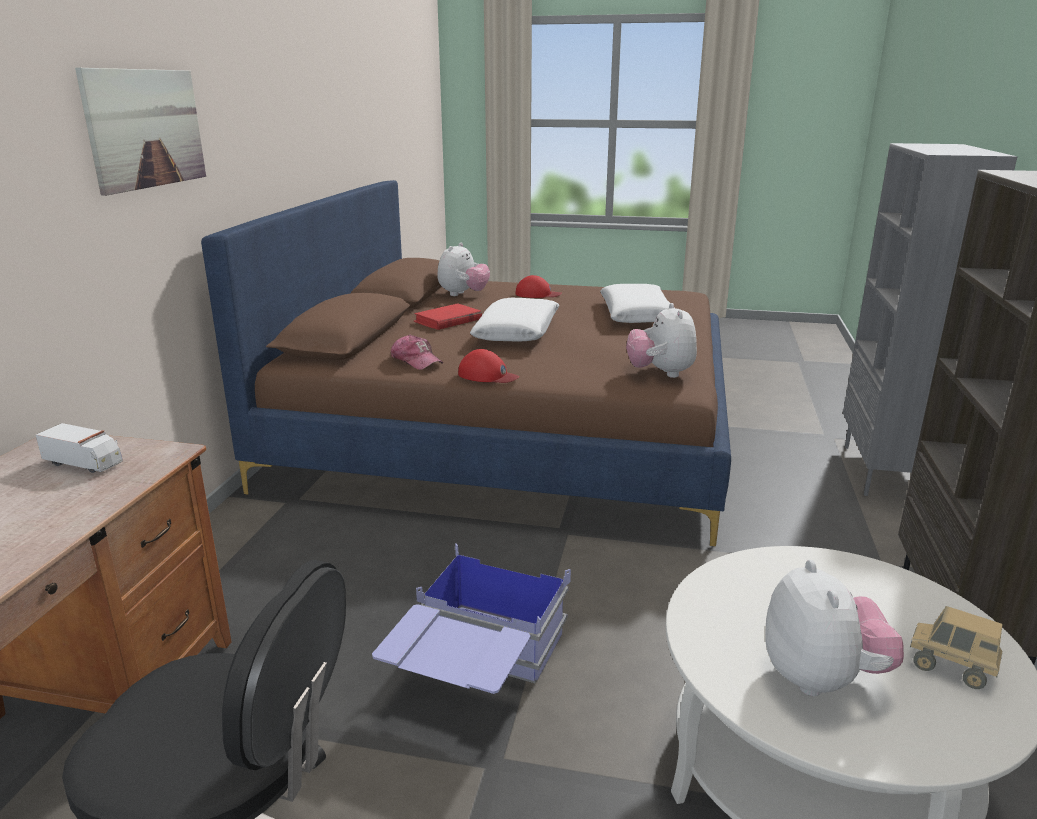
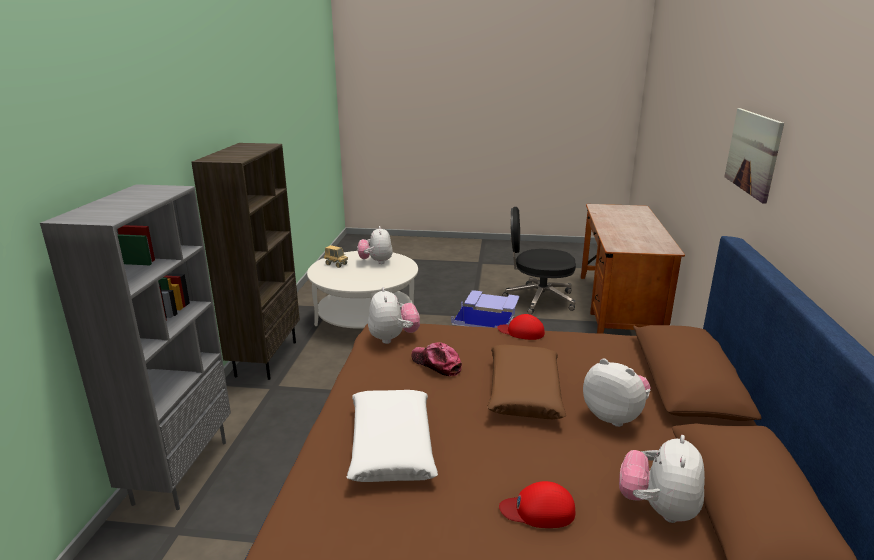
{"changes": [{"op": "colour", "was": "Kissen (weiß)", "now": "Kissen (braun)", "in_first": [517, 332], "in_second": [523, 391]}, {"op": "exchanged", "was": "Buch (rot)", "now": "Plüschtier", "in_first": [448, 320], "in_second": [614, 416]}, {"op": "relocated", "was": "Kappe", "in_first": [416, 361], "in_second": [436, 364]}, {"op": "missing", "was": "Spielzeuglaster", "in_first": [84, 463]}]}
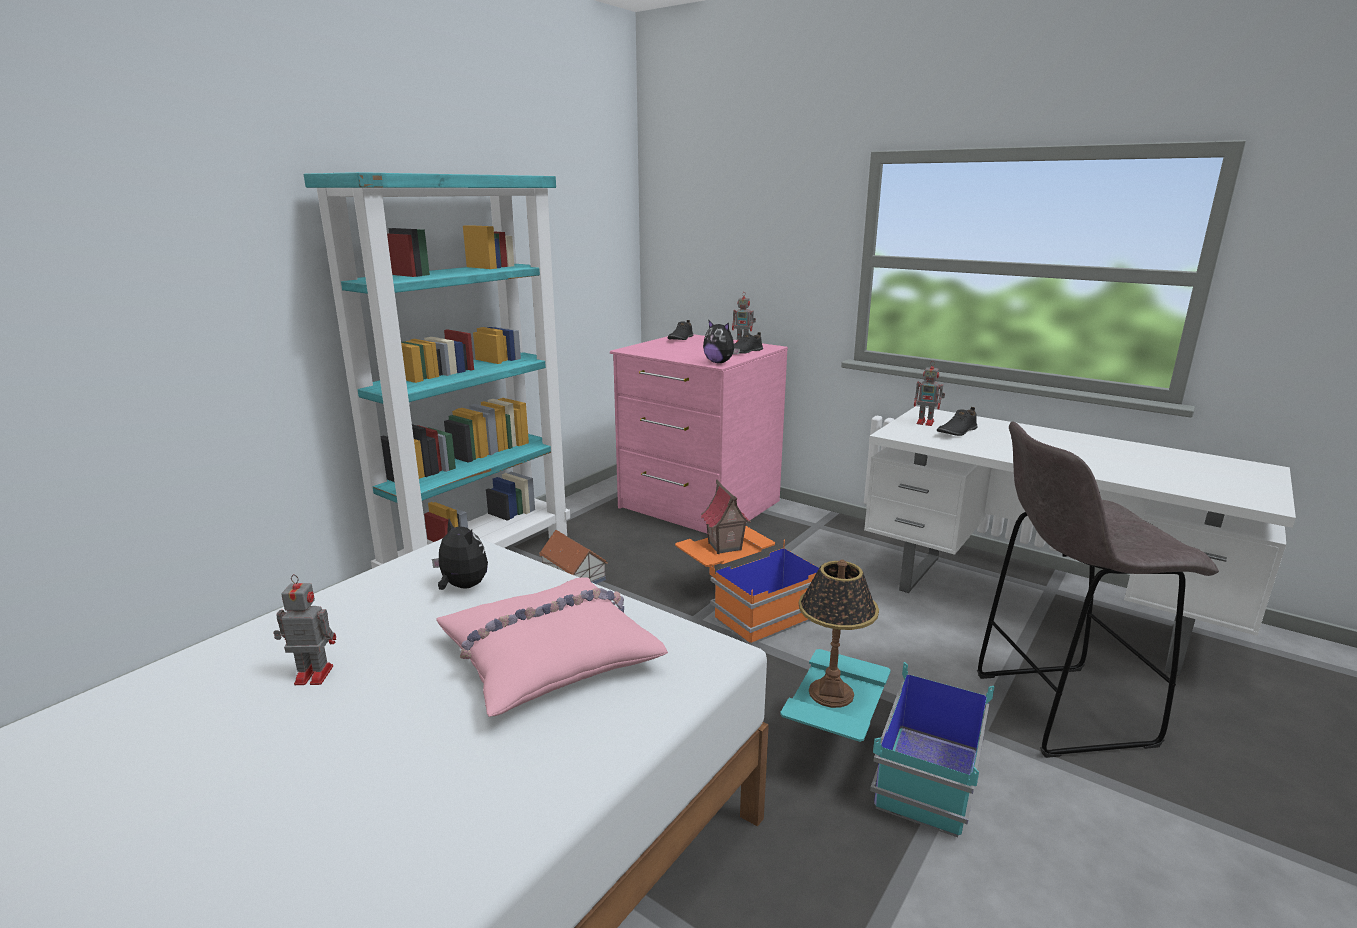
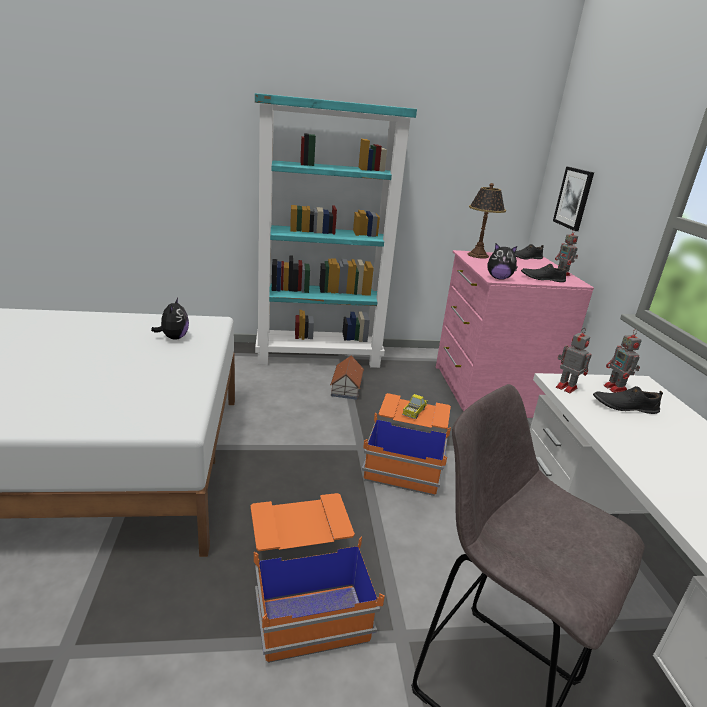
{"changes": [{"op": "spun", "was": "Plüschtier", "in_first": [719, 362], "in_second": [499, 278], "clockwise": -75}, {"op": "exchanged", "was": "Spielzeughaus", "now": "Spielzeuglaster", "in_first": [724, 546], "in_second": [414, 412]}, {"op": "relocated", "was": "Tischlampe", "in_first": [830, 692], "in_second": [478, 255]}, {"op": "relocated", "was": "Spielzeugroboter", "in_first": [312, 675], "in_second": [565, 387]}, {"op": "missing", "was": "Kissen (rosa)", "in_first": [549, 655]}, {"op": "colour", "was": "Aufbewahrungsbox (türkis)", "now": "Aufbewahrungsbox (orange)", "in_first": [880, 765], "in_second": [306, 591]}, {"op": "appeared", "now": "Bild", "in_second": [574, 198]}]}
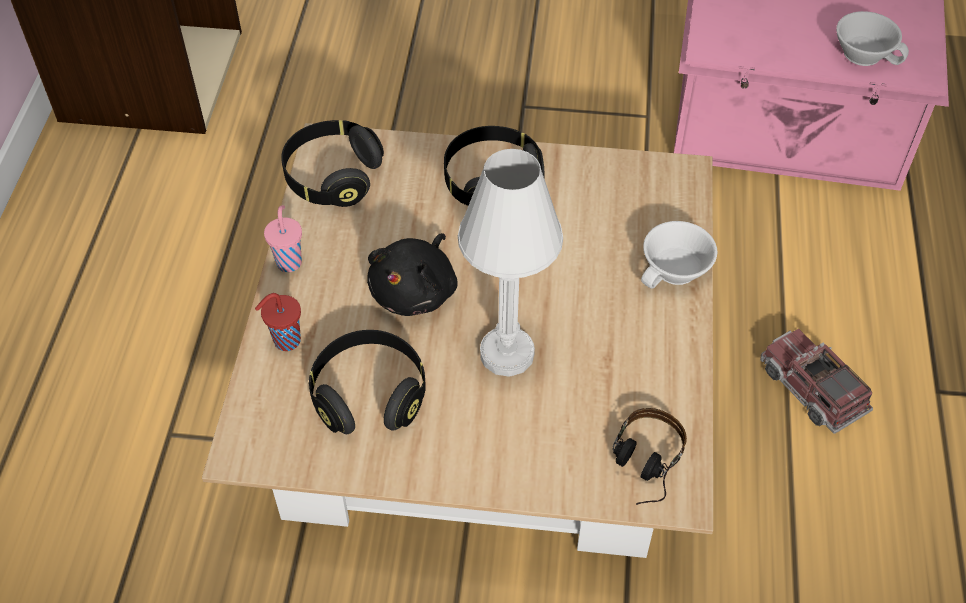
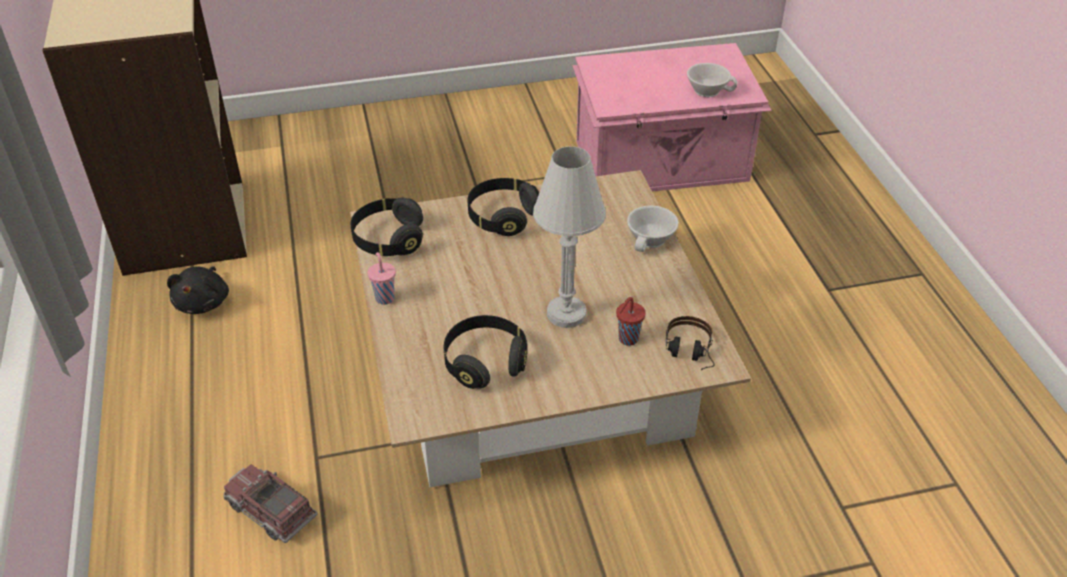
{"changes": [{"op": "relocated", "was": "Plüschtier (schwarz)", "in_first": [416, 291], "in_second": [204, 302]}, {"op": "relocated", "was": "Tasse (rot)", "in_first": [285, 341], "in_second": [627, 339]}, {"op": "relocated", "was": "Spielzeuglaster", "in_first": [811, 389], "in_second": [271, 511]}]}
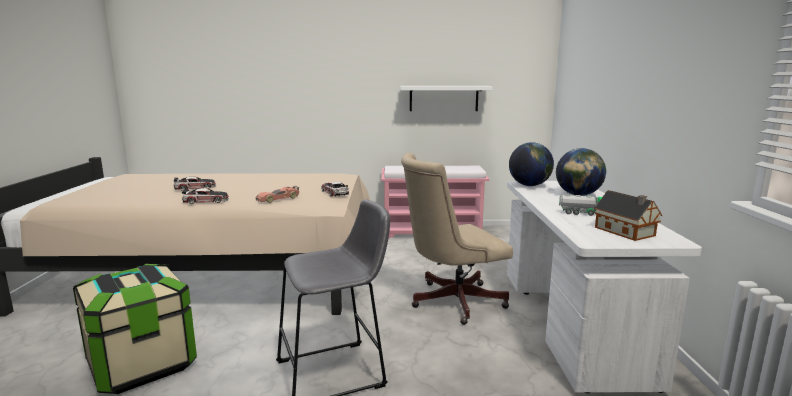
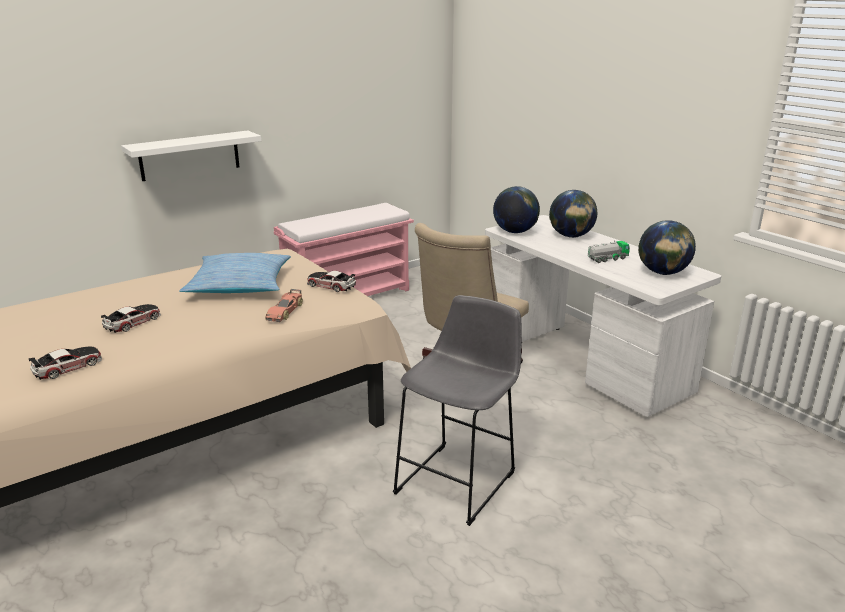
{"changes": [{"op": "relocated", "was": "Wandregal (weiß)", "in_first": [443, 98], "in_second": [189, 155]}, {"op": "relocated", "was": "Spielzeugauto", "in_first": [206, 201], "in_second": [68, 367]}, {"op": "exchanged", "was": "Spielzeughaus", "now": "Globus", "in_first": [626, 232], "in_second": [663, 273]}, {"op": "missing", "was": "Aufbewahrungsbox", "in_first": [142, 364]}, {"op": "appeared", "now": "Kissen", "in_second": [239, 285]}]}
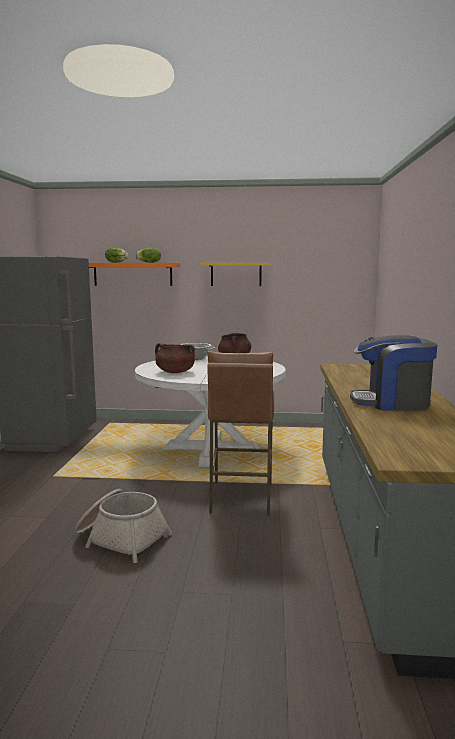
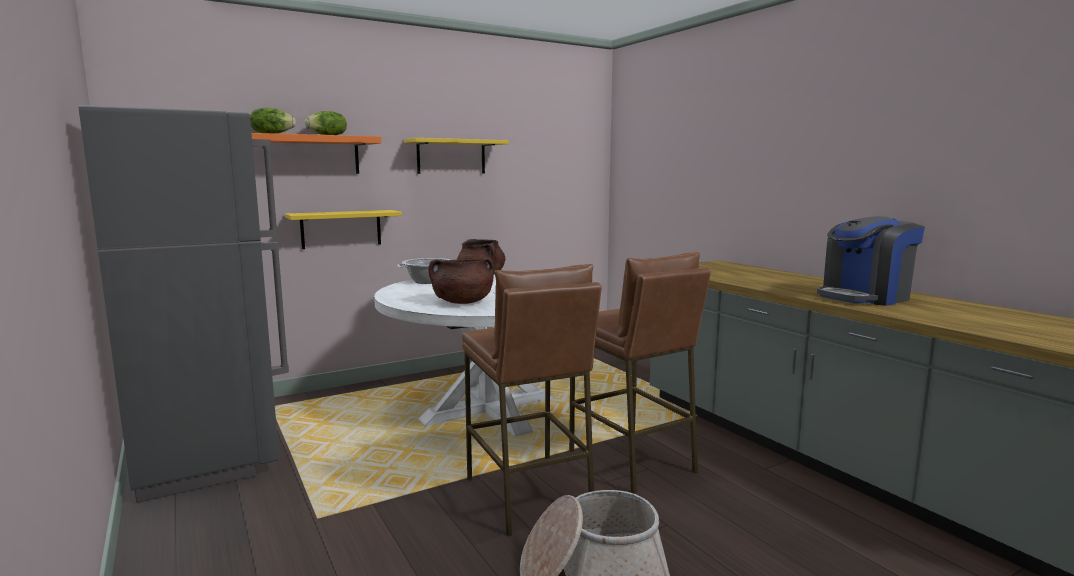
{"changes": [{"op": "appeared", "now": "Wandregal (gelb)", "in_second": [341, 229]}, {"op": "appeared", "now": "Hocker (braun)", "in_second": [528, 496]}]}
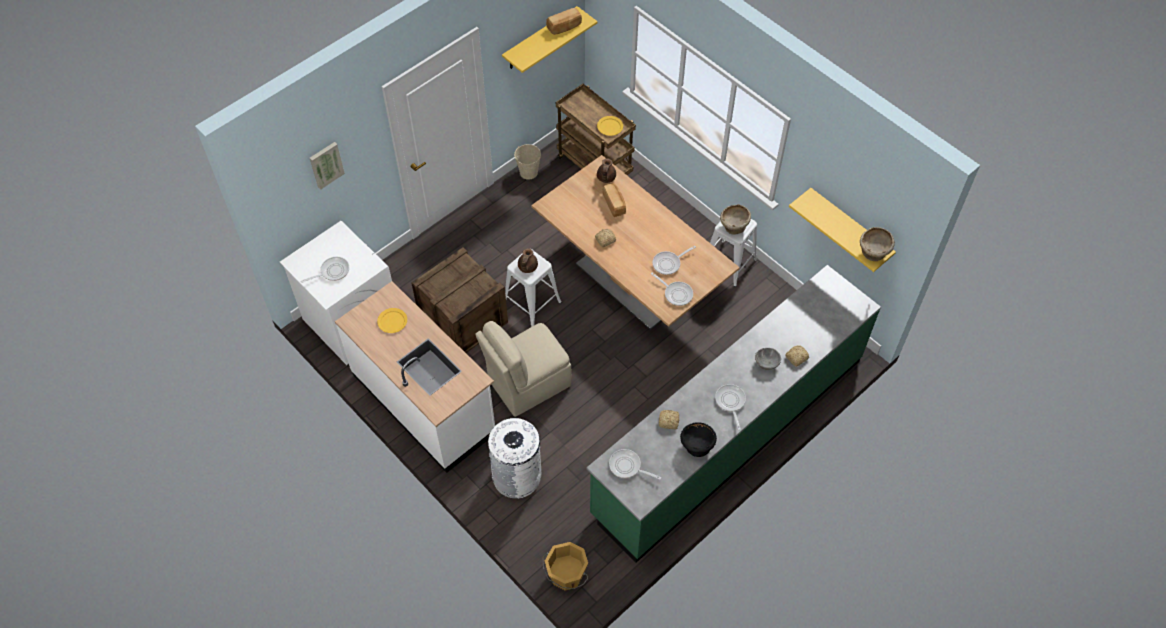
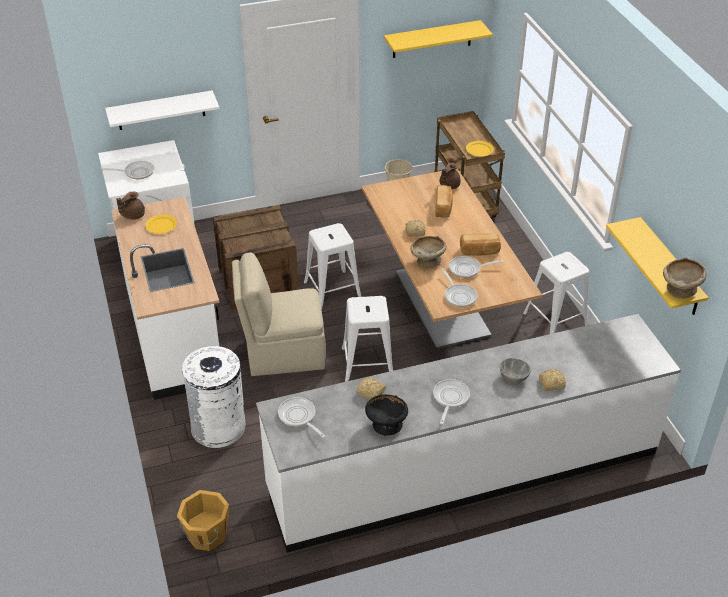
{"changes": [{"op": "relocated", "was": "Brot", "in_first": [564, 27], "in_second": [479, 251]}, {"op": "missing", "was": "Bild", "in_first": [326, 164]}, {"op": "relocated", "was": "Schüssel (beige)", "in_first": [733, 227], "in_second": [427, 262]}, {"op": "relocated", "was": "Teekanne (braun)", "in_first": [527, 267], "in_second": [132, 215]}, {"op": "colour", "was": "Küchenzeile (grün)", "now": "Küchenzeile (weiß)", "in_first": [728, 435], "in_second": [463, 470]}, {"op": "appeared", "now": "Wandregal (weiß)", "in_second": [161, 110]}, {"op": "appeared", "now": "Hocker (weiß)", "in_second": [367, 363]}]}
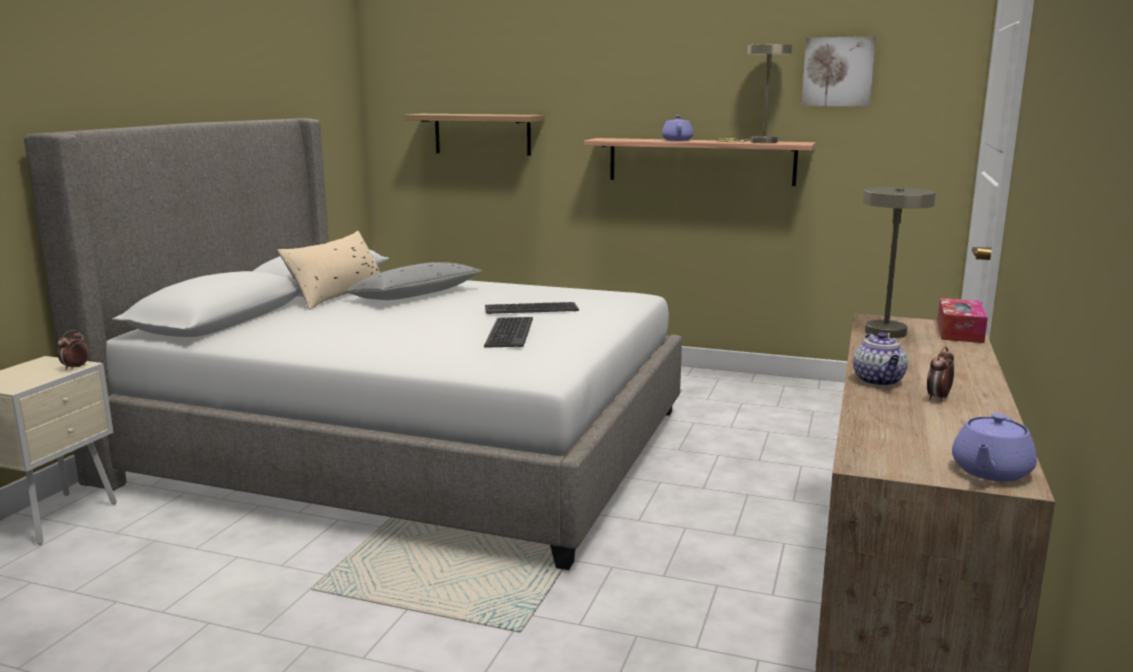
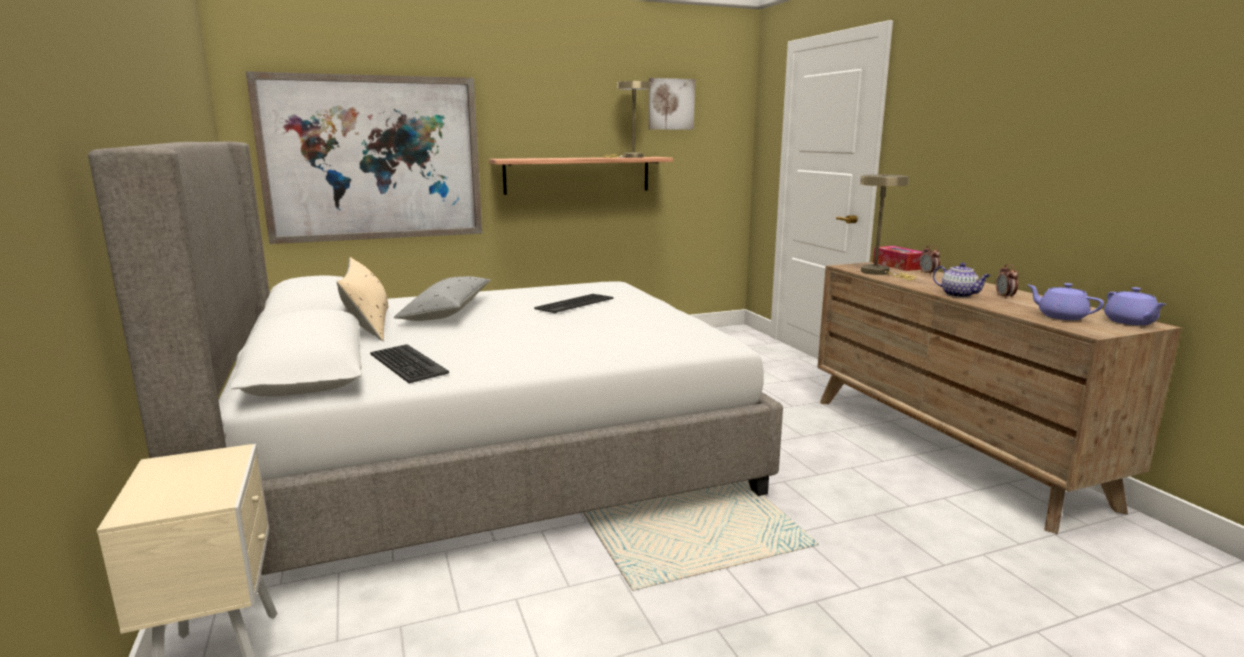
{"changes": [{"op": "exchanged", "was": "Wandregal", "now": "Bild", "in_first": [482, 134], "in_second": [373, 158]}, {"op": "relocated", "was": "Teekanne (lila)", "in_first": [677, 140], "in_second": [1060, 316]}, {"op": "relocated", "was": "Tastatur", "in_first": [508, 333], "in_second": [407, 364]}, {"op": "relocated", "was": "Wecker", "in_first": [75, 368], "in_second": [928, 273]}]}
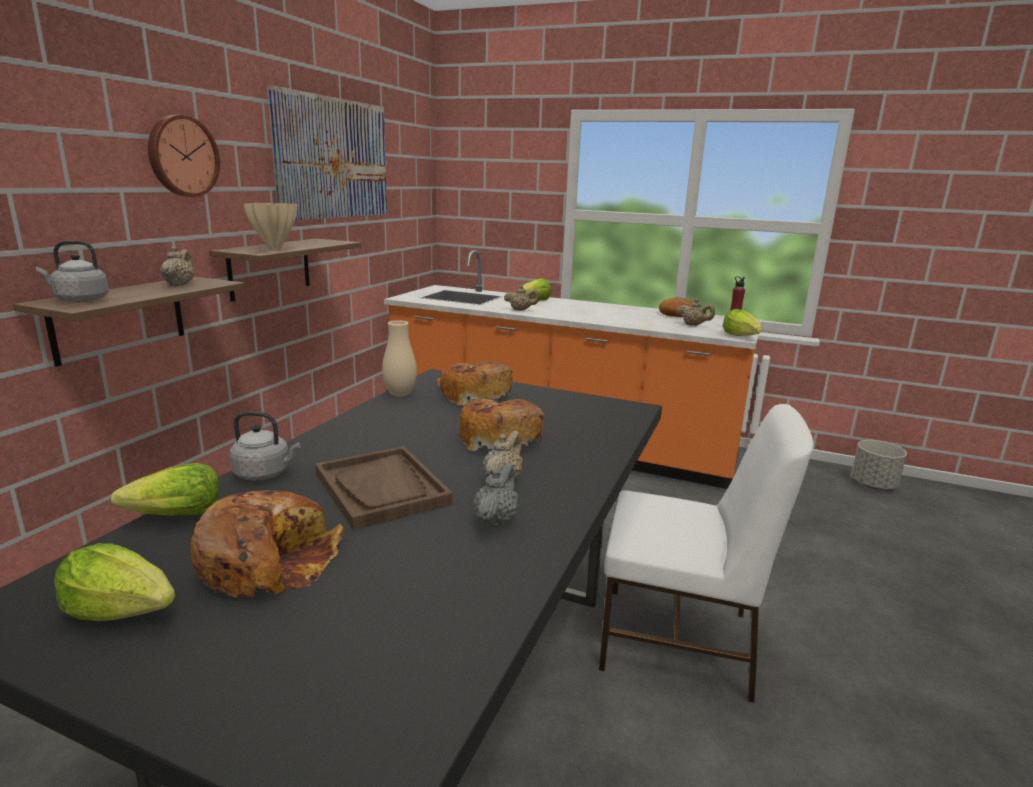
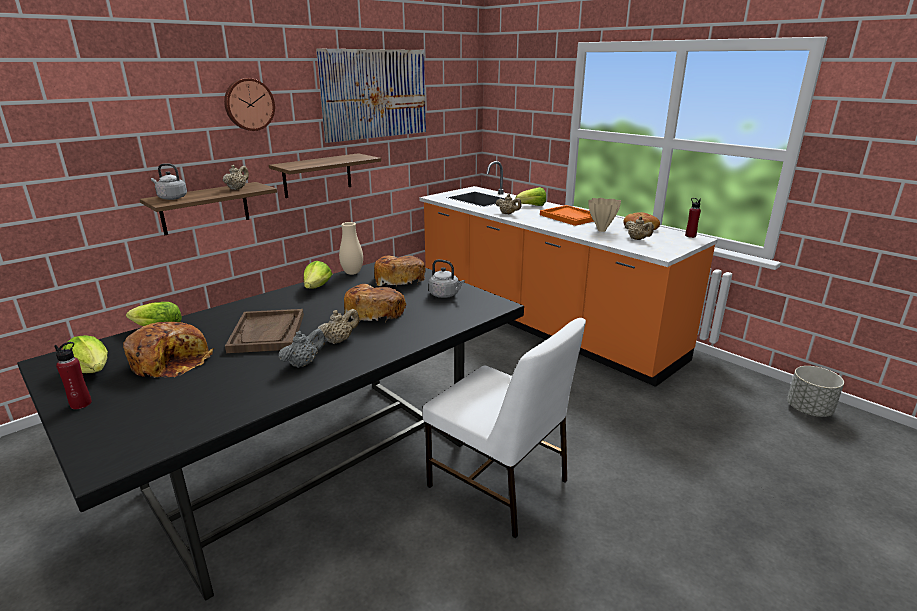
{"changes": [{"op": "relocated", "was": "Vase (beige)", "in_first": [273, 250], "in_second": [601, 230]}, {"op": "relocated", "was": "Salatkopf", "in_first": [741, 336], "in_second": [317, 287]}, {"op": "relocated", "was": "Wasserkessel (grau)", "in_first": [265, 473], "in_second": [445, 295]}, {"op": "appeared", "now": "Tablett (orange)", "in_second": [570, 217]}, {"op": "appeared", "now": "Flasche (rot)", "in_second": [81, 404]}]}
